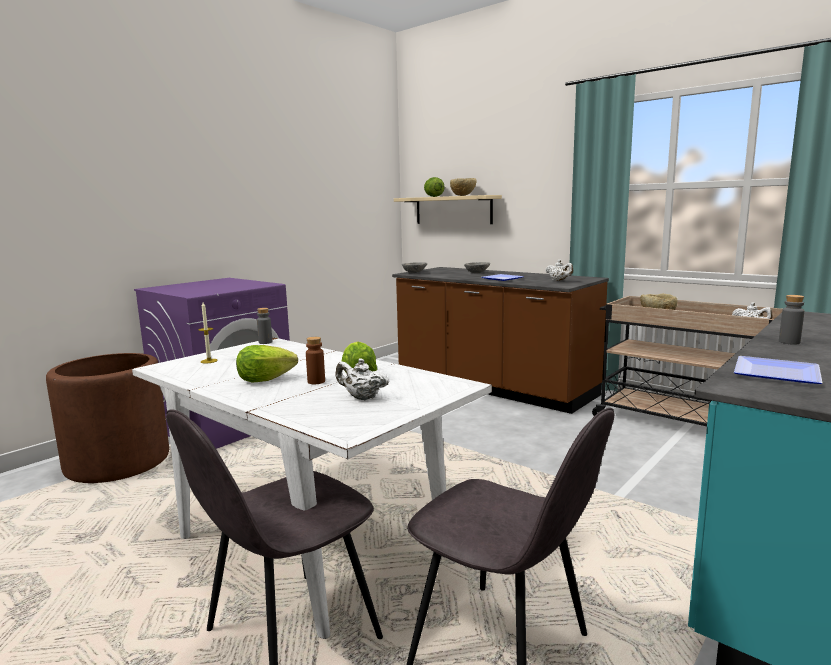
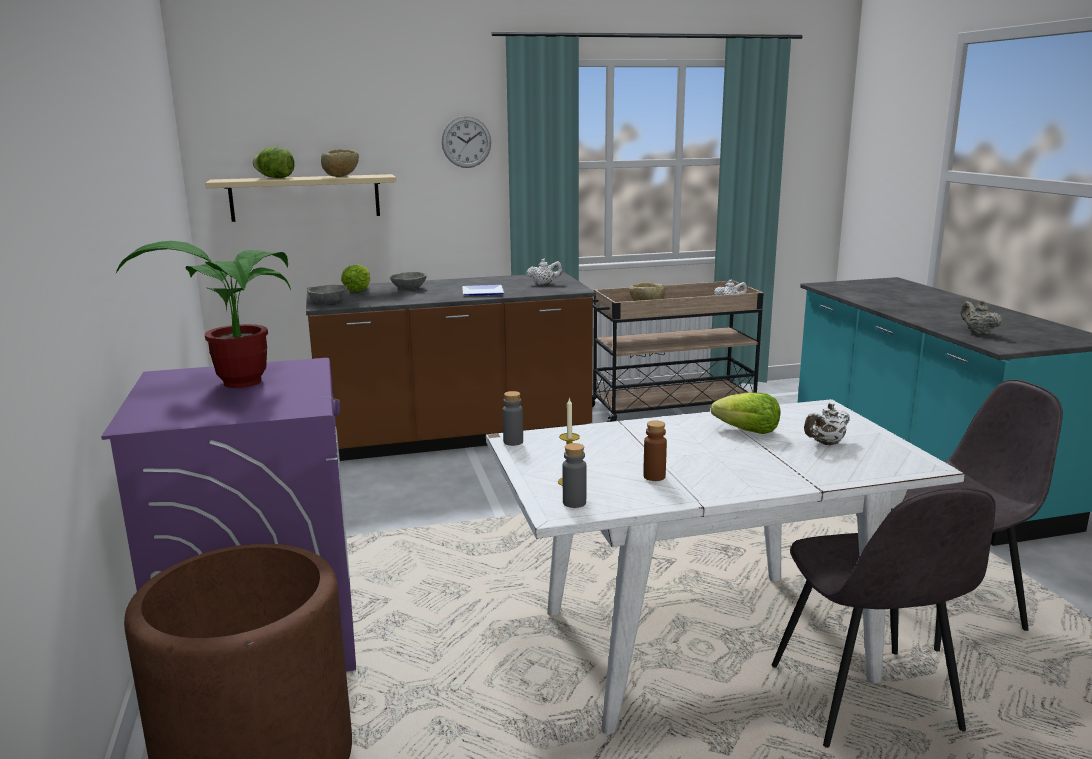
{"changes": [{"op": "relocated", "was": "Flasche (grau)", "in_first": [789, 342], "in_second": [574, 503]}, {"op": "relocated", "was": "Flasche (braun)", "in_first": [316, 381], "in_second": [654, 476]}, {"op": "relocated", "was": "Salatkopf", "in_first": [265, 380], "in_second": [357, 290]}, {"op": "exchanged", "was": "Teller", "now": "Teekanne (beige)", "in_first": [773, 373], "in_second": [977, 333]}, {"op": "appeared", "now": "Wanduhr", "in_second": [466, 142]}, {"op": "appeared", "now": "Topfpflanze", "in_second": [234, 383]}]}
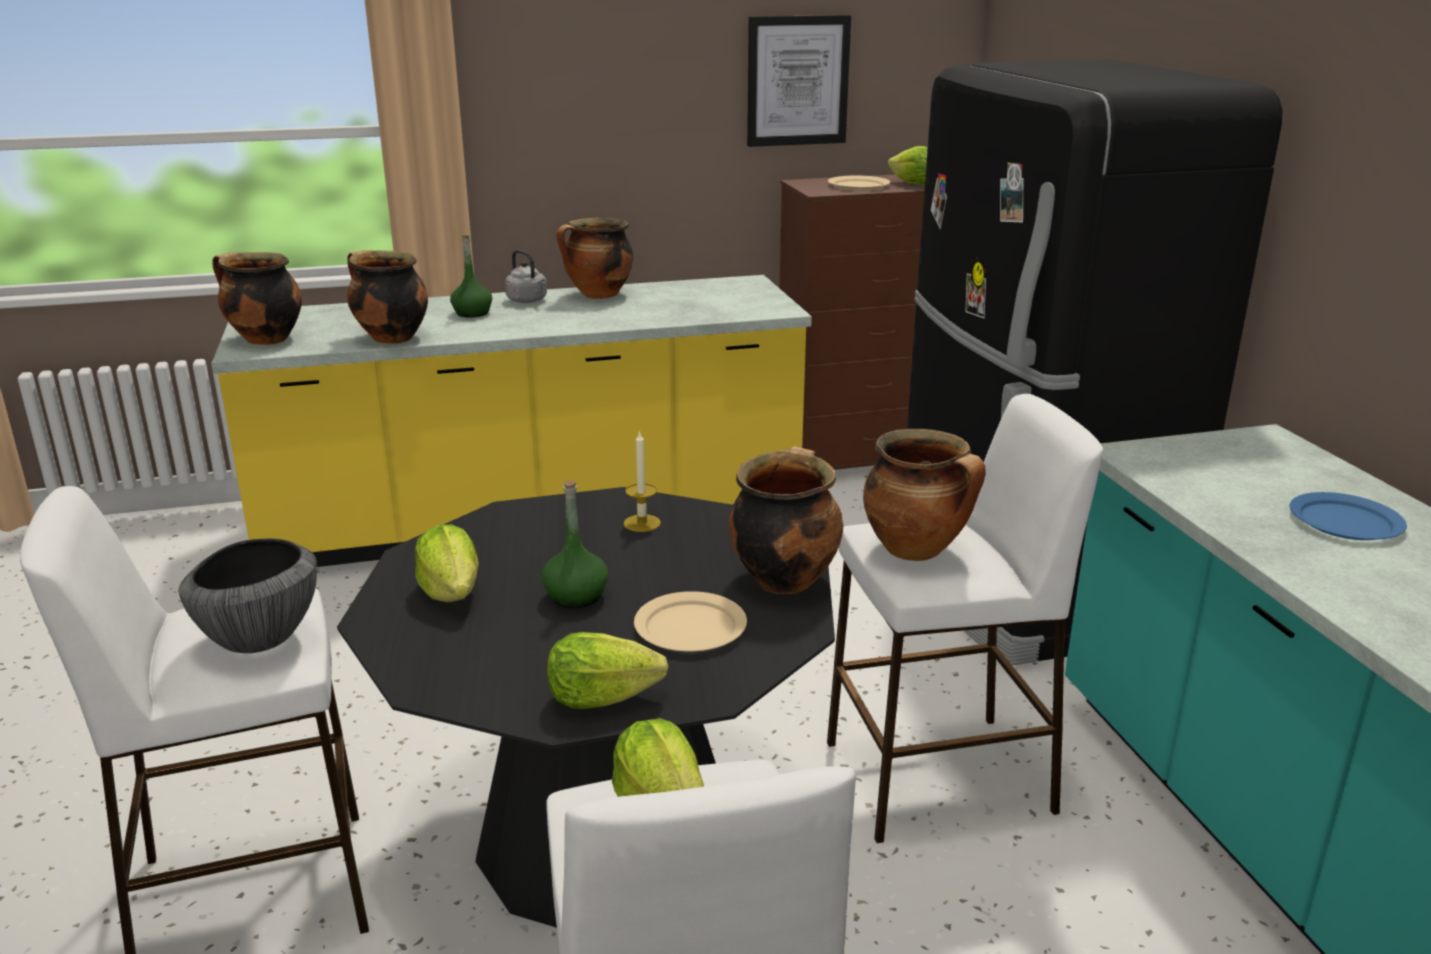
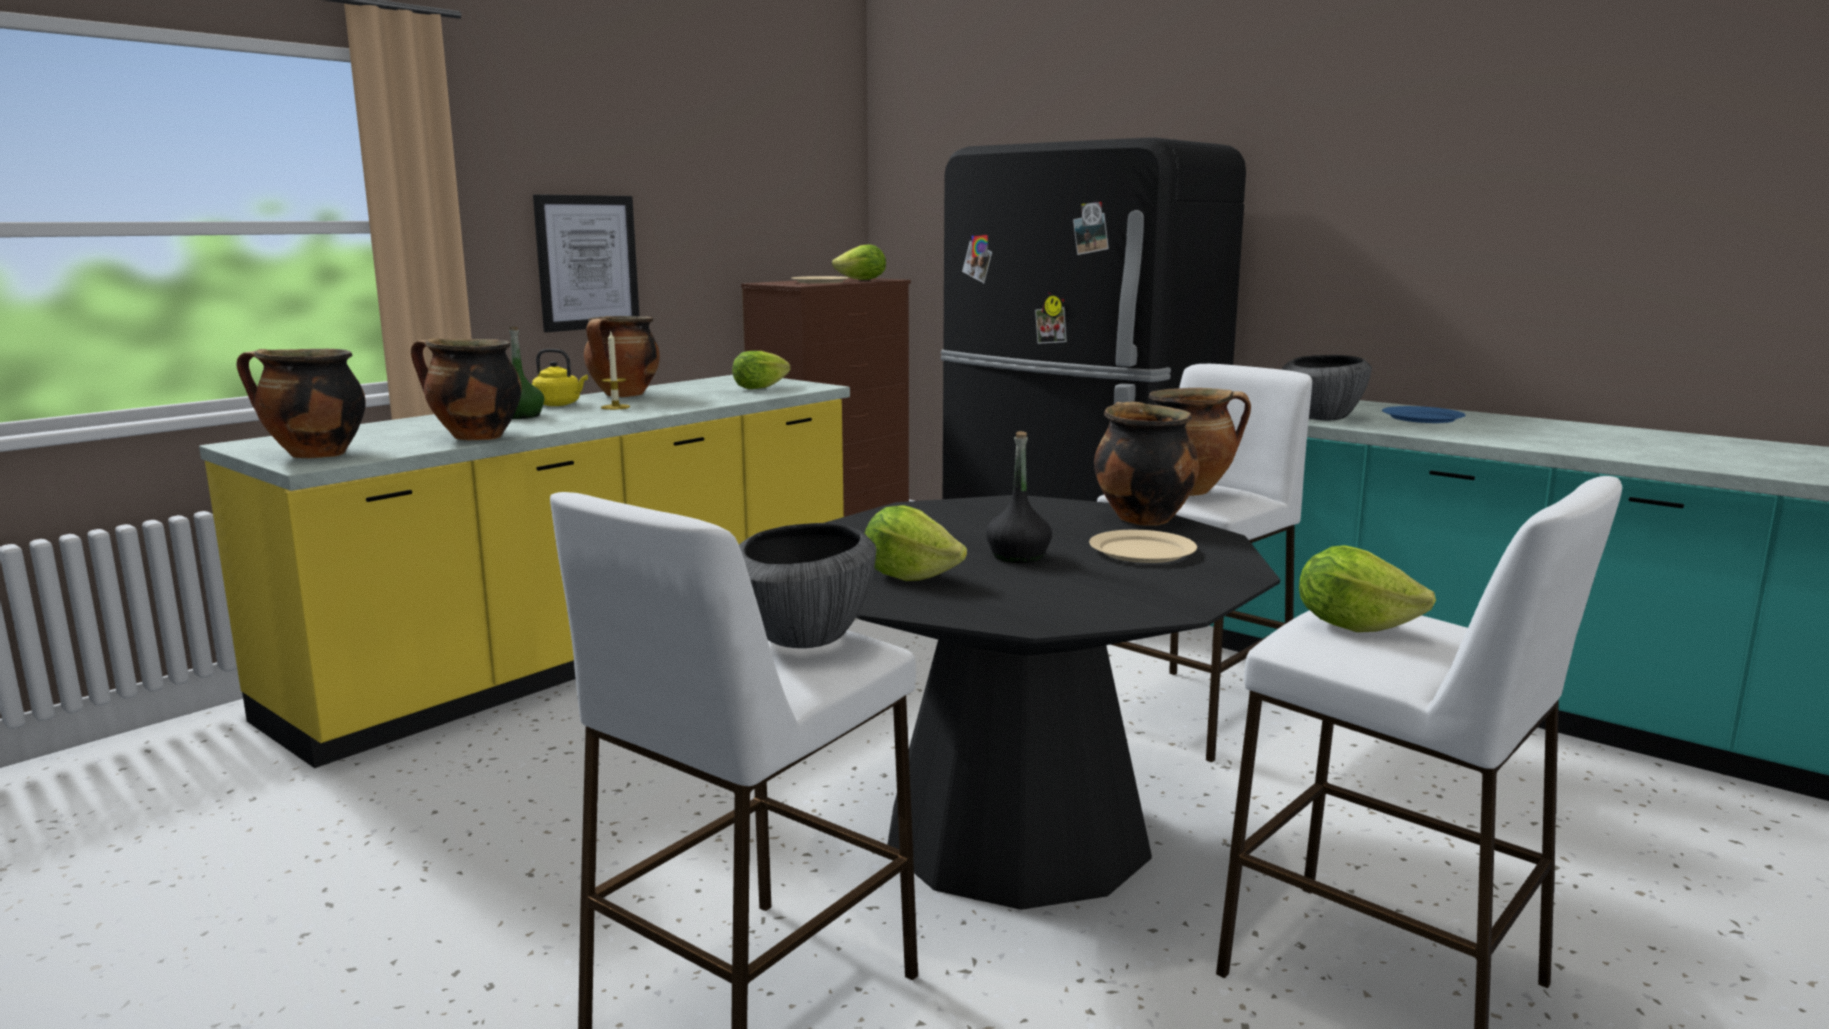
{"changes": [{"op": "relocated", "was": "Bild", "in_first": [797, 81], "in_second": [587, 262]}, {"op": "colour", "was": "Wasserkessel (grau)", "now": "Wasserkessel (gelb)", "in_first": [528, 301], "in_second": [560, 404]}, {"op": "relocated", "was": "Kerze", "in_first": [642, 523], "in_second": [615, 407]}, {"op": "colour", "was": "Flasche (grün)", "now": "Flasche (schwarz)", "in_first": [576, 596], "in_second": [1018, 556]}, {"op": "relocated", "was": "Salatkopf", "in_first": [601, 698], "in_second": [759, 388]}, {"op": "appeared", "now": "Schüssel", "in_second": [1322, 418]}]}
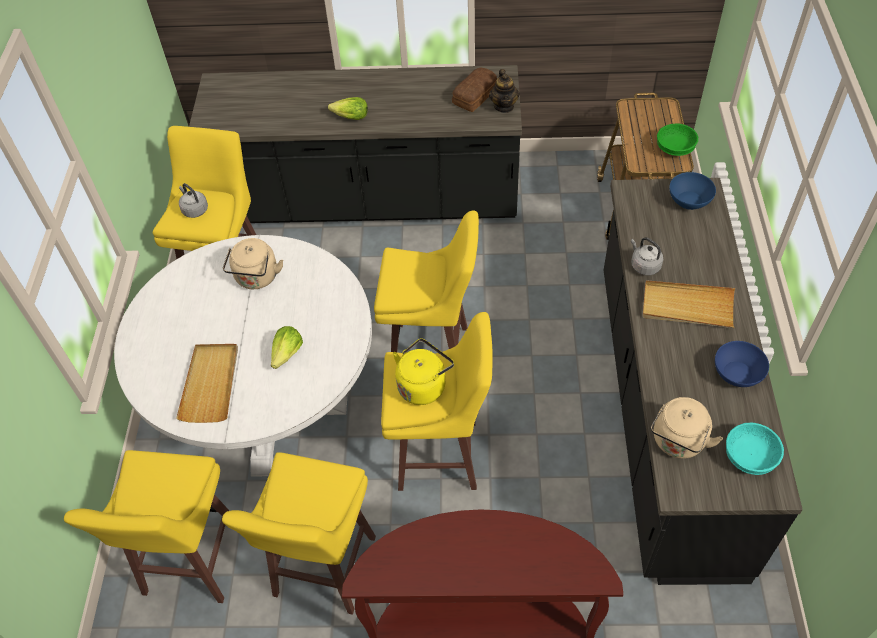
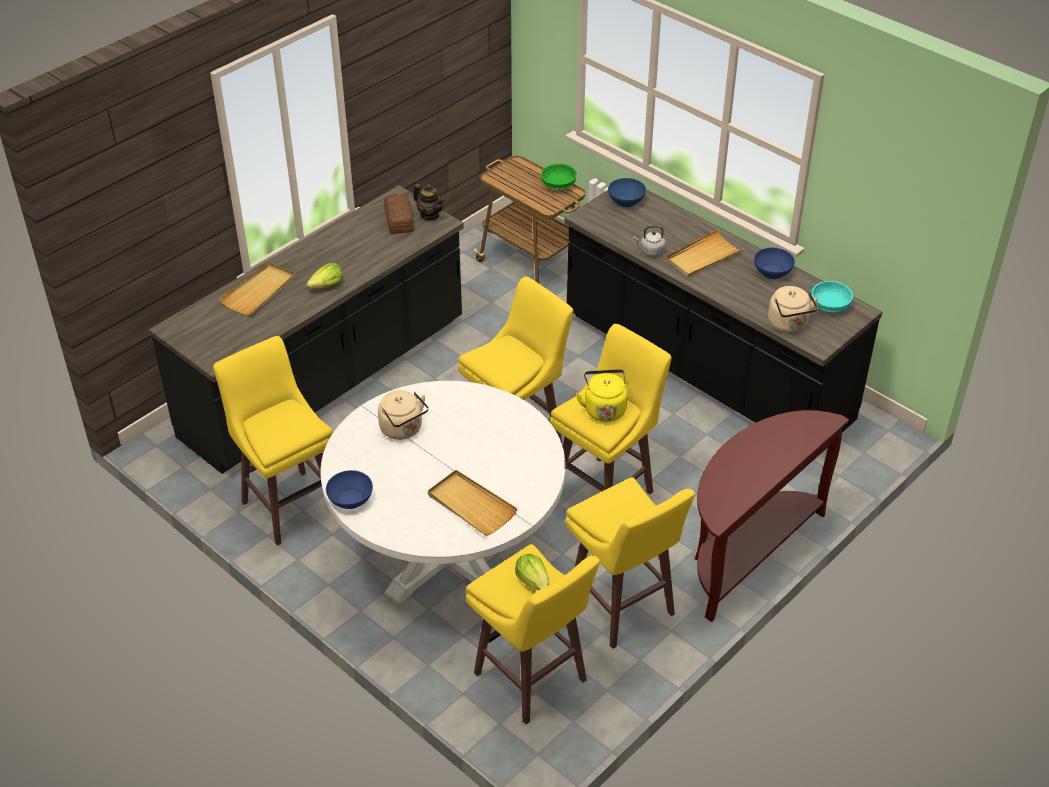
{"changes": [{"op": "missing", "was": "Wasserkessel (grau)", "in_first": [194, 209]}, {"op": "relocated", "was": "Salatkopf", "in_first": [287, 354], "in_second": [533, 581]}, {"op": "appeared", "now": "Tablett (beige)", "in_second": [259, 291]}, {"op": "appeared", "now": "Schüssel (blau)", "in_second": [350, 499]}]}
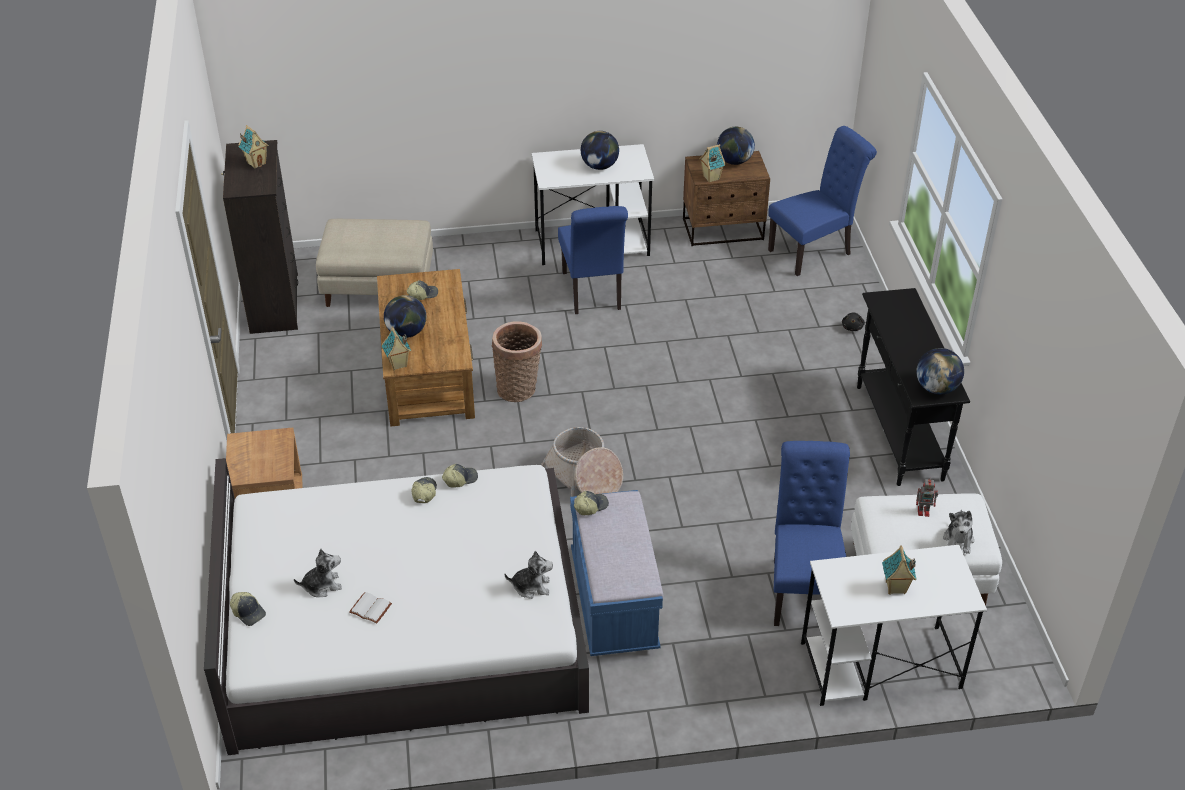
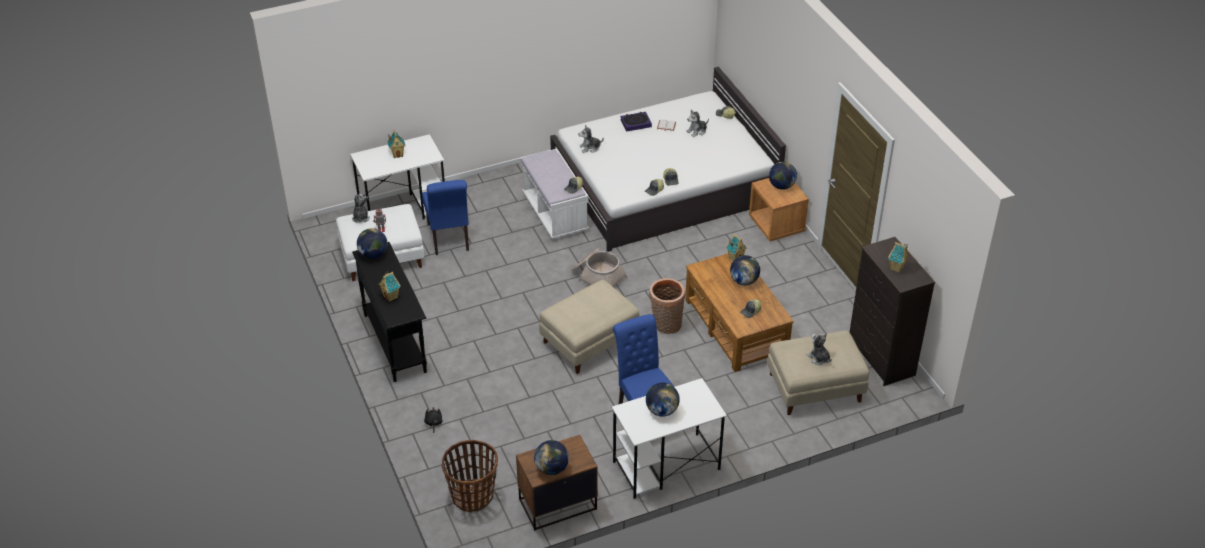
{"changes": [{"op": "exchanged", "was": "Stuhl (blau)", "now": "Korb", "in_first": [814, 251], "in_second": [472, 496]}, {"op": "relocated", "was": "Spielzeughaus", "in_first": [710, 178], "in_second": [391, 297]}, {"op": "colour", "was": "Bank (blau)", "now": "Bank (weiß)", "in_first": [613, 602], "in_second": [555, 214]}, {"op": "appeared", "now": "Buch", "in_second": [635, 123]}, {"op": "appeared", "now": "Globus", "in_second": [781, 186]}, {"op": "appeared", "now": "Polsterhocker (beige)", "in_second": [590, 341]}, {"op": "appeared", "now": "Plüschtier", "in_second": [818, 358]}]}
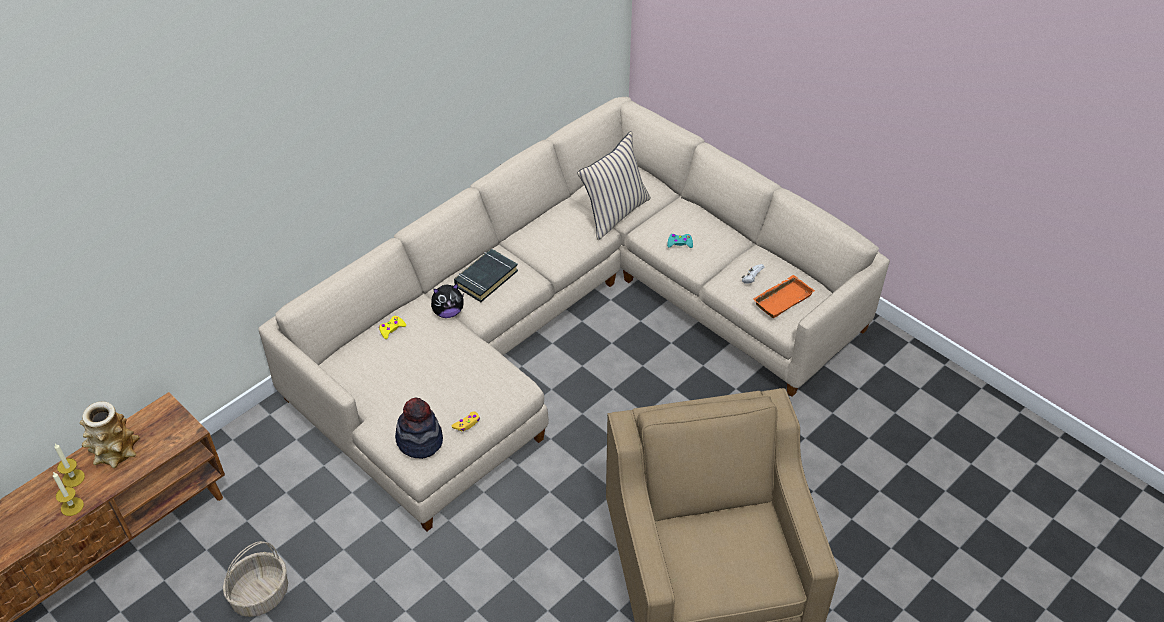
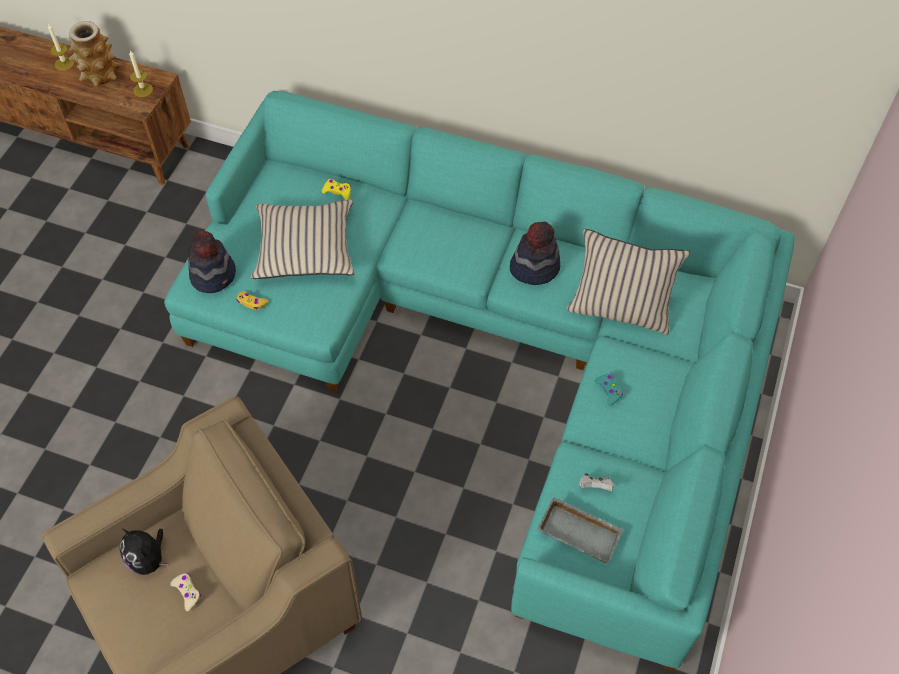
{"changes": [{"op": "colour", "was": "Sofa (beige)", "now": "Sofa (türkis)", "in_first": [567, 325], "in_second": [498, 351]}, {"op": "missing", "was": "Buch (schwarz)", "in_first": [486, 278]}, {"op": "colour", "was": "Tablett (orange)", "now": "Tablett (grau)", "in_first": [782, 299], "in_second": [581, 532]}, {"op": "relocated", "was": "Plüschtier", "in_first": [448, 312], "in_second": [149, 559]}, {"op": "relocated", "was": "Kerze", "in_first": [72, 506], "in_second": [143, 90]}, {"op": "missing", "was": "Korb", "in_first": [260, 594]}, {"op": "appeared", "now": "Kissen (beige)", "in_second": [305, 247]}, {"op": "appeared", "now": "Hut", "in_second": [534, 267]}, {"op": "appeared", "now": "Gamepad (beige)", "in_second": [187, 592]}]}
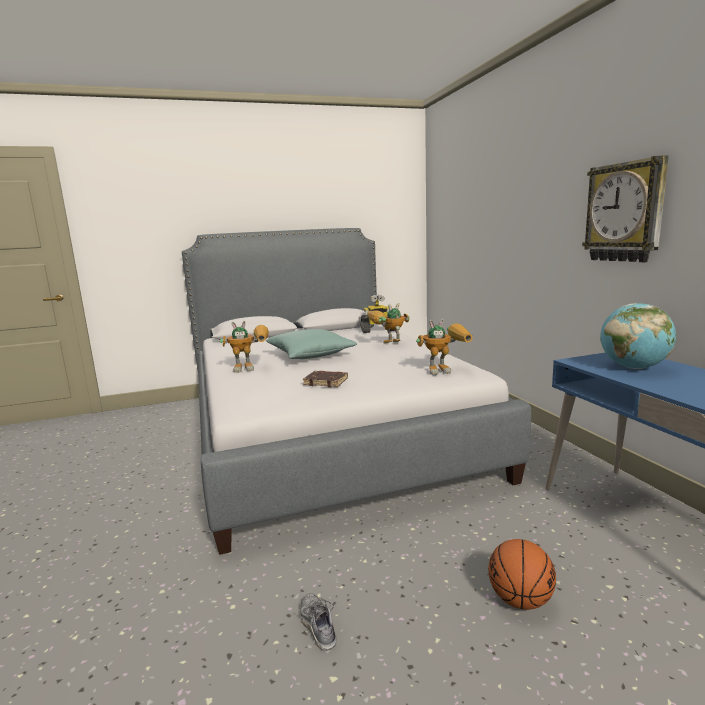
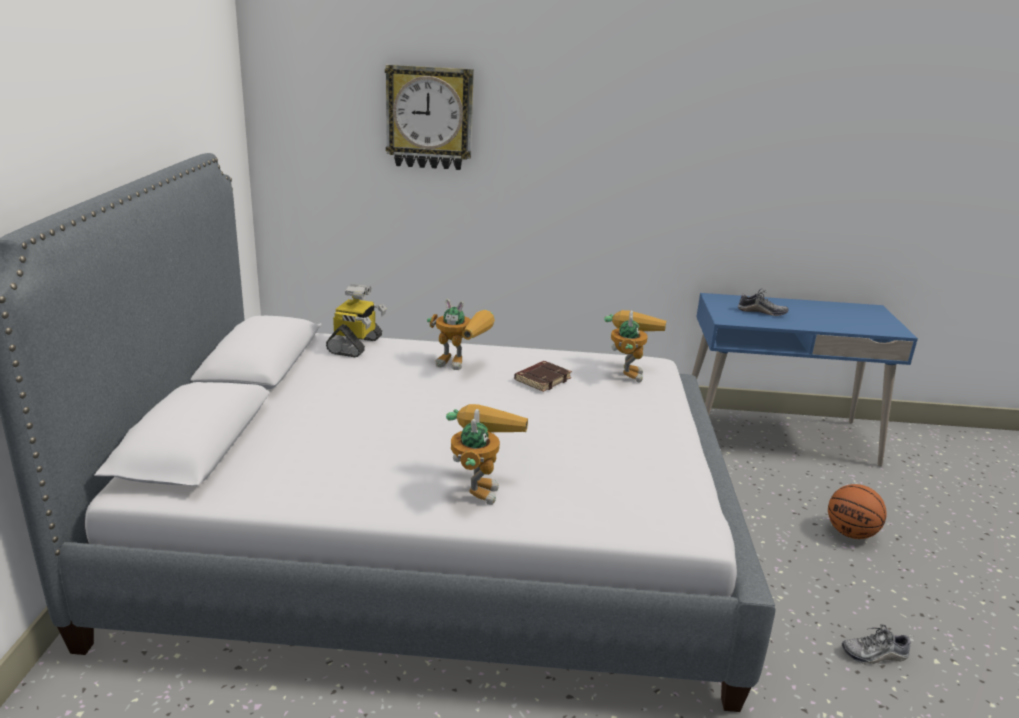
{"changes": [{"op": "relocated", "was": "Wanduhr", "in_first": [625, 212], "in_second": [429, 118]}, {"op": "spun", "was": "Spielzeugroboter", "in_first": [387, 345], "in_second": [462, 364], "clockwise": -75}, {"op": "exchanged", "was": "Globus", "now": "Schuh", "in_first": [633, 367], "in_second": [761, 312]}, {"op": "missing", "was": "Kissen (türkis)", "in_first": [310, 355]}, {"op": "relocated", "was": "Buch (braun)", "in_first": [326, 382], "in_second": [542, 379]}]}
